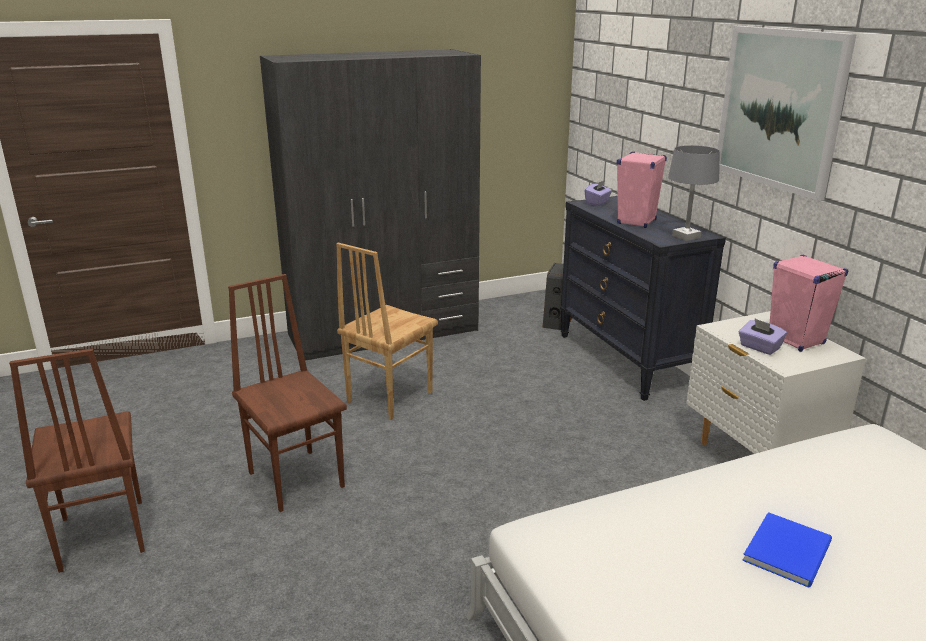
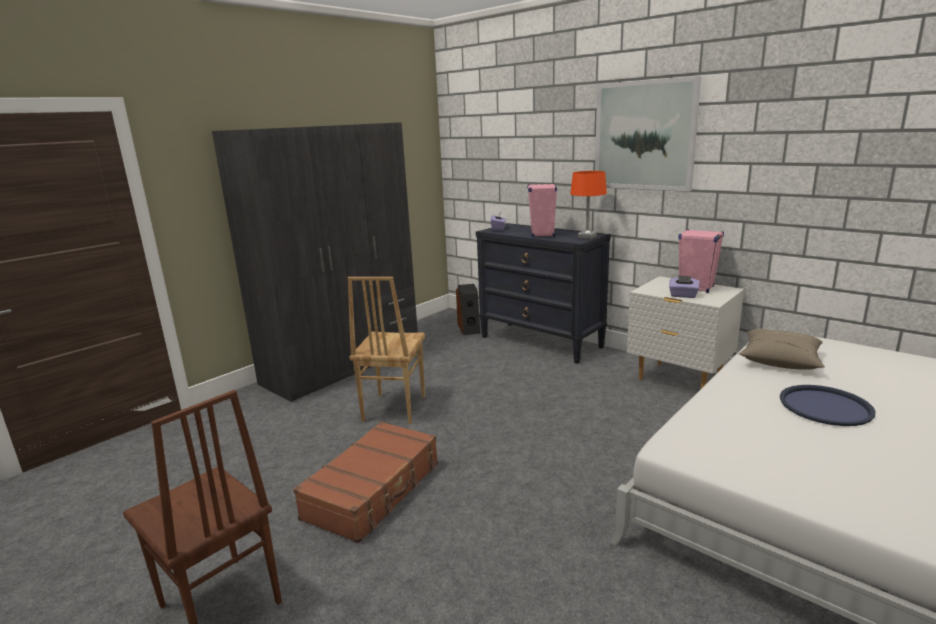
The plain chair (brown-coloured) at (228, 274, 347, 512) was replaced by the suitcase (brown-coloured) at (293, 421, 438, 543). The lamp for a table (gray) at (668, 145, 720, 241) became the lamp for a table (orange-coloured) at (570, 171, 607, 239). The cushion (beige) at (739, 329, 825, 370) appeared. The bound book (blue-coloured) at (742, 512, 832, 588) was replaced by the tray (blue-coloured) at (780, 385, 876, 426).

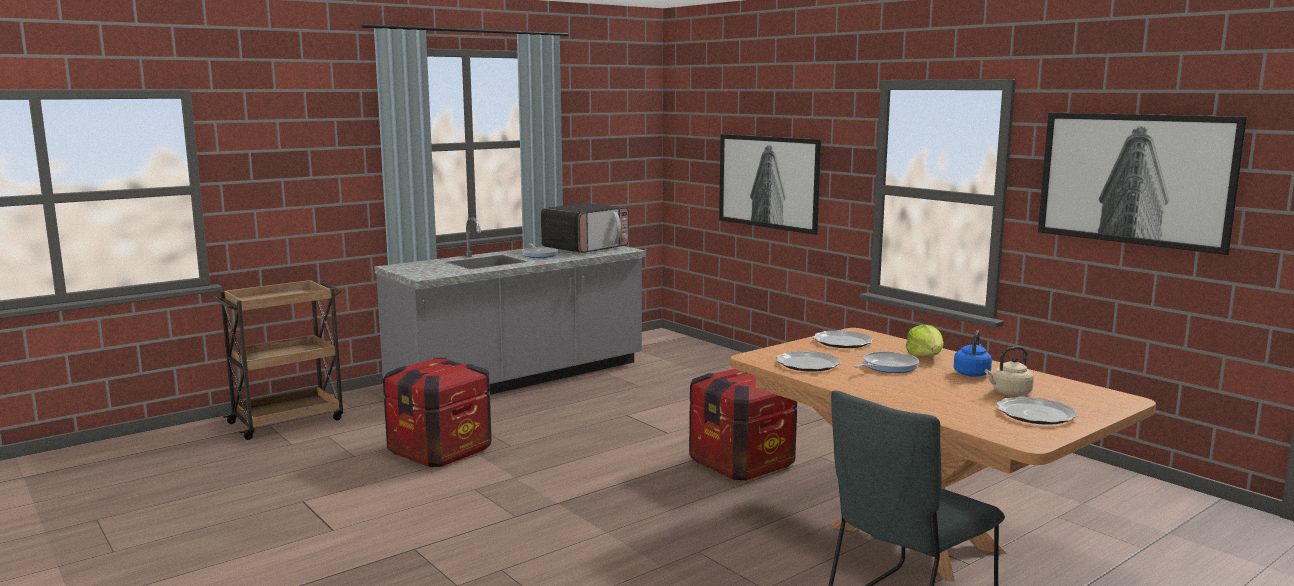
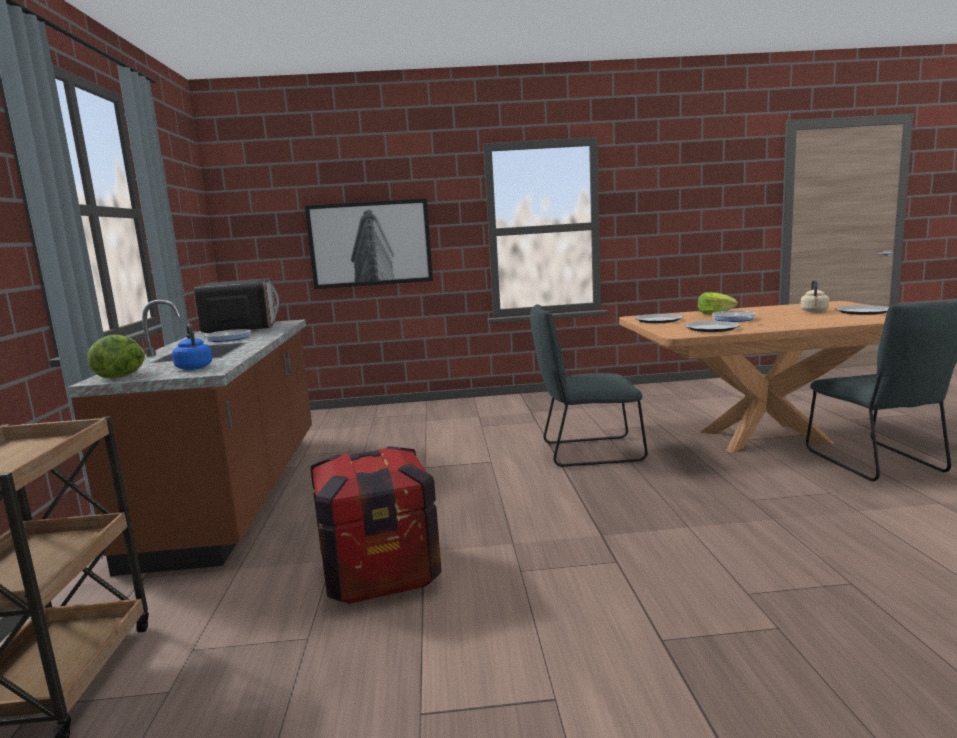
The kitchen base unit (gray) at (374, 217, 646, 395) became the kitchen base unit (brown-coloured) at (68, 300, 312, 576). The lettuce head at (87, 335, 145, 378) appeared. The water kettle (blue-coloured) moved from (954, 330, 992, 377) to (172, 324, 212, 370). The shipping crate at (689, 369, 797, 480) was replaced by the plain chair (gray) at (530, 305, 648, 467). The wall art at (1038, 113, 1247, 255) disappeared.

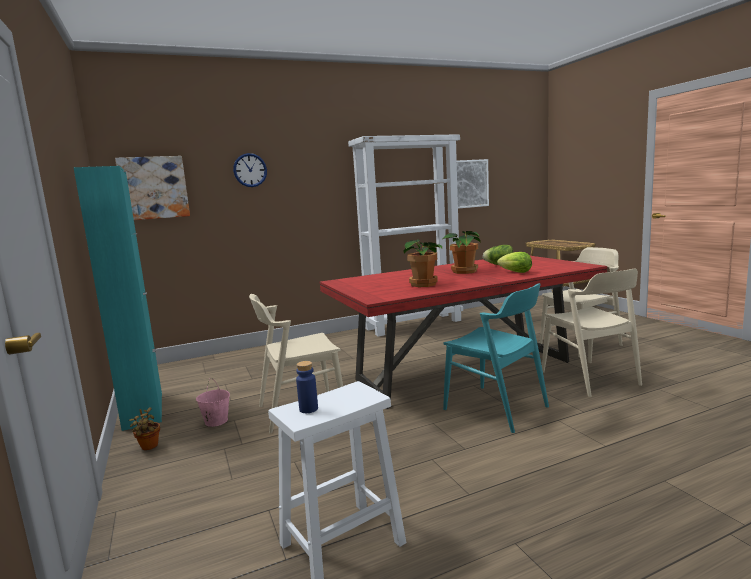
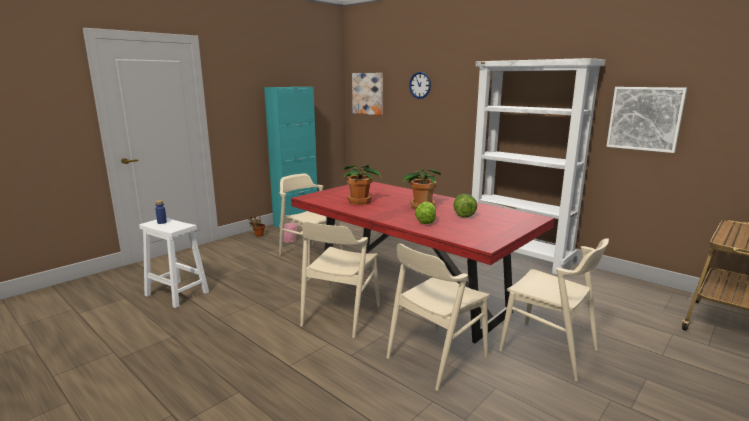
The plain chair (turquoise) at (443, 283, 549, 433) became the plain chair (beige) at (300, 222, 380, 338).

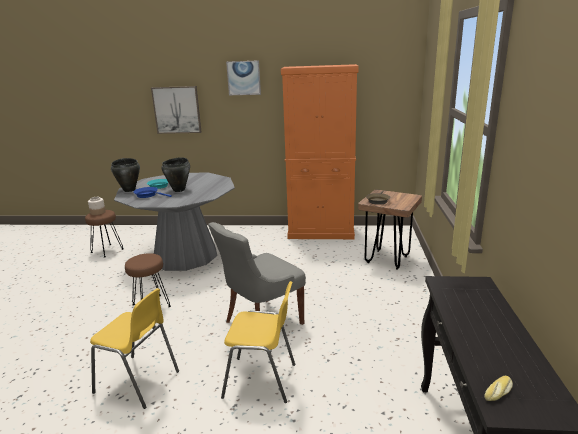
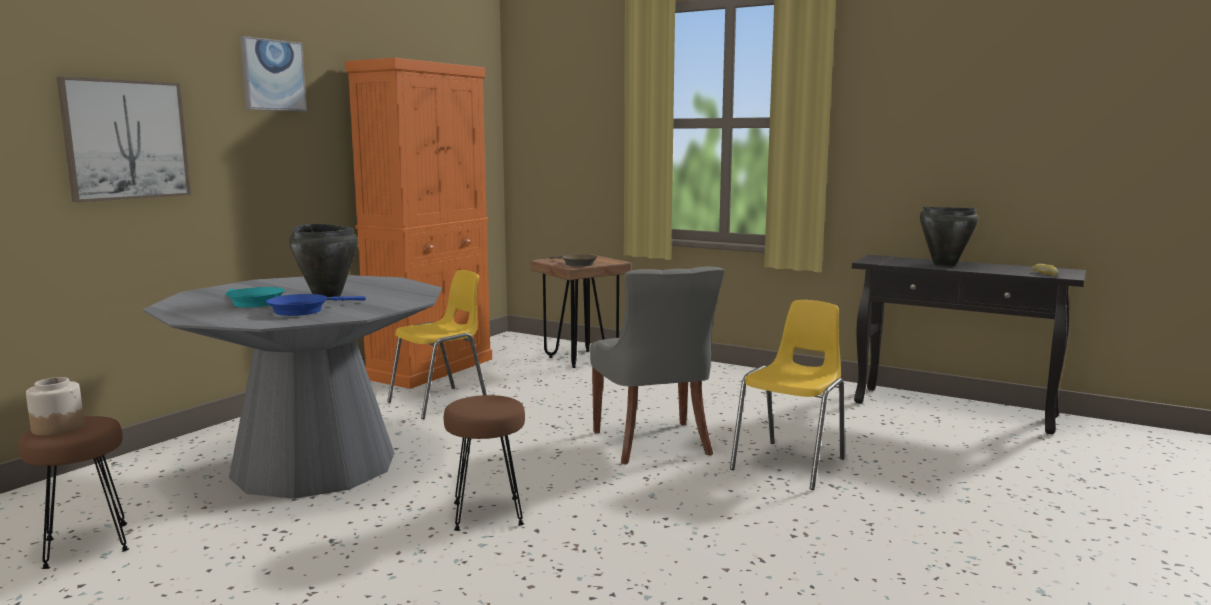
The plain chair (yellow) moved from (90, 288, 179, 409) to (387, 270, 487, 419). The cooking pot (black-coloured) moved from (111, 158, 140, 192) to (920, 206, 978, 266).

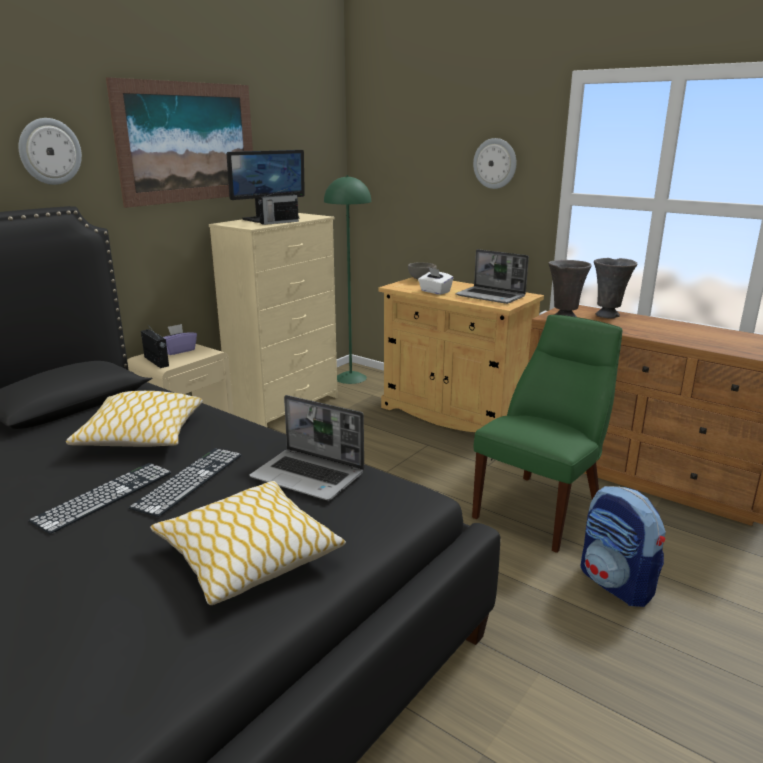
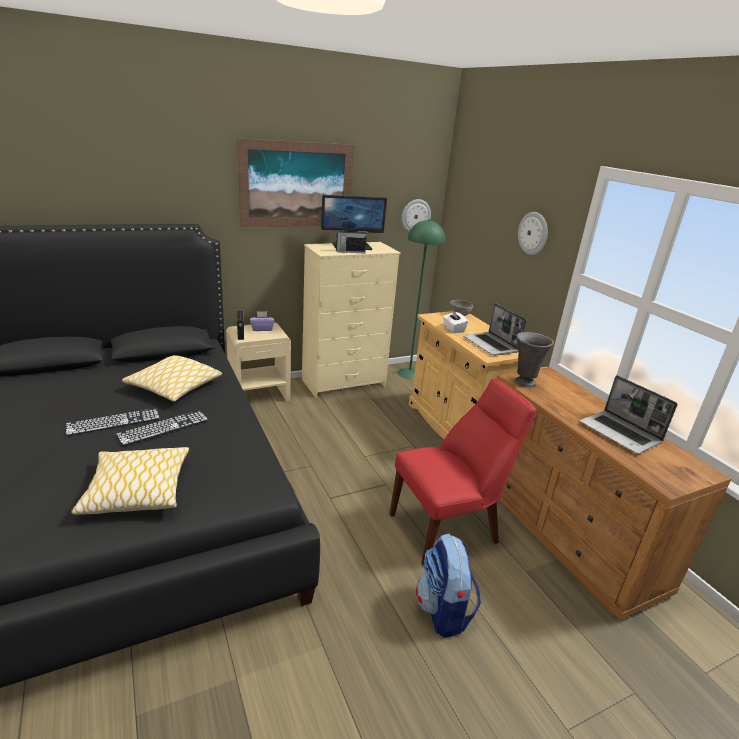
The plain chair (green) at (472, 315, 622, 553) became the plain chair (red) at (390, 379, 536, 566). The wall clock moved from (18, 118, 82, 185) to (401, 199, 431, 232). The laptop moved from (249, 395, 364, 500) to (580, 375, 677, 454). The vase (gray) at (594, 258, 637, 319) disappeared.

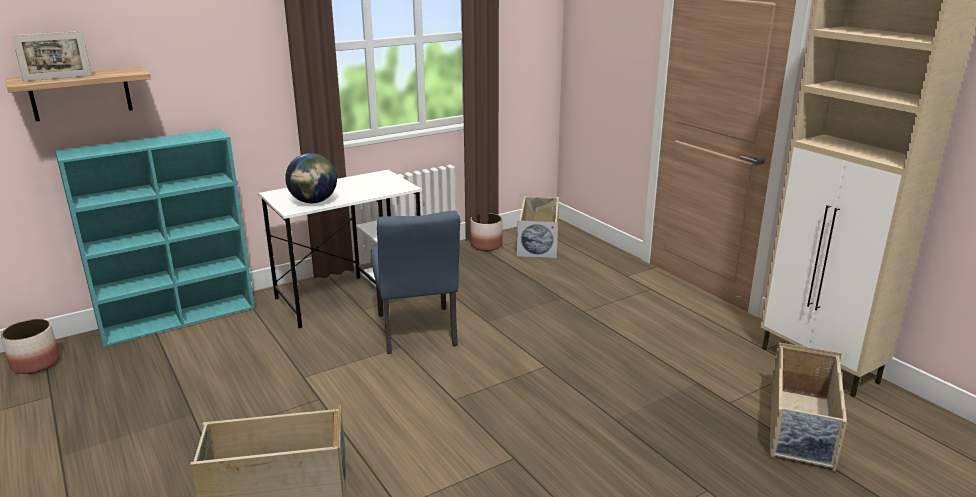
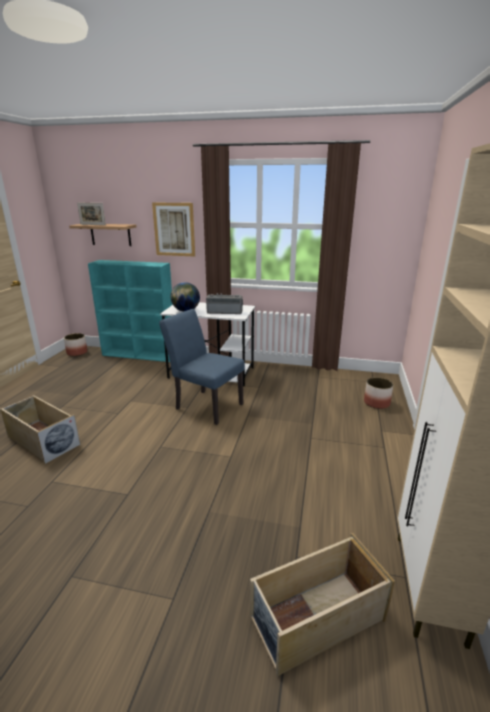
The wall art at (152, 203, 195, 257) appeared. The plain chair (blue-coloured) at (371, 211, 460, 354) turned 90 degrees clockwise. The radio at (206, 293, 243, 314) appeared. The plant pot moved from (471, 213, 503, 251) to (364, 377, 393, 409). The storage container (beige) at (517, 196, 559, 258) disappeared.

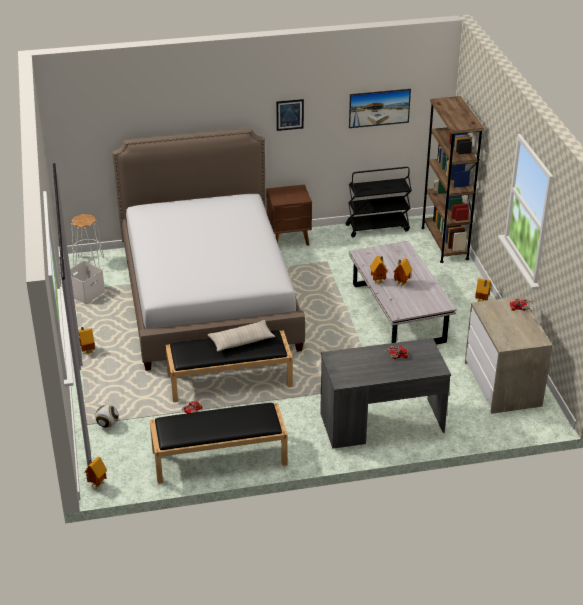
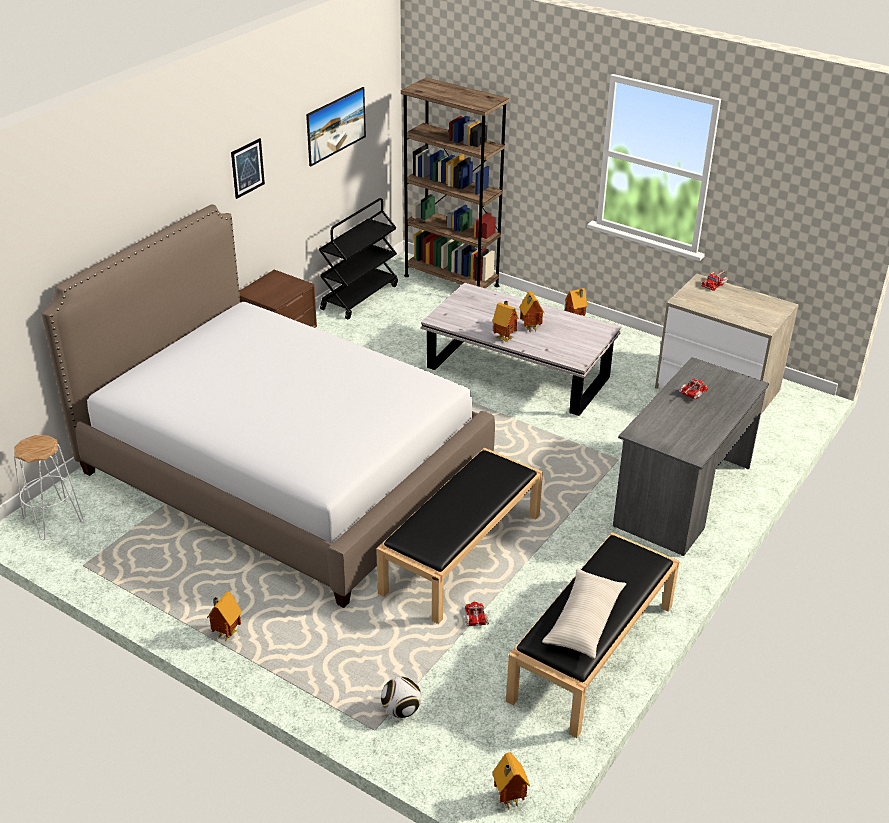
The cushion (beige) moved from (207, 320, 275, 351) to (542, 568, 626, 659). The storage container (whitish) at (70, 261, 105, 304) disappeared.

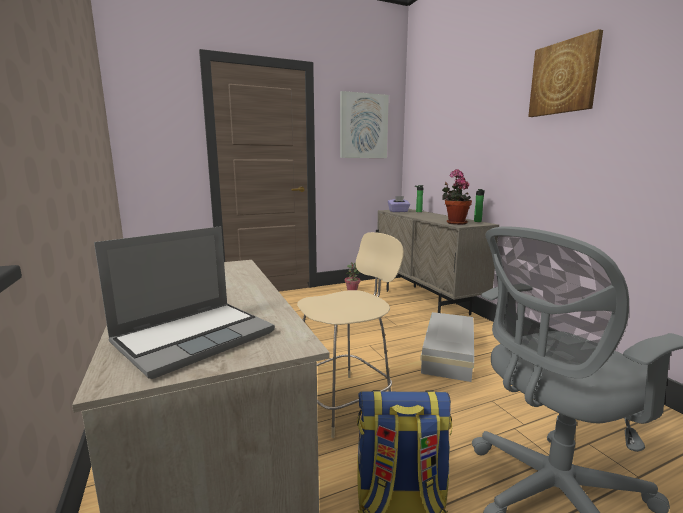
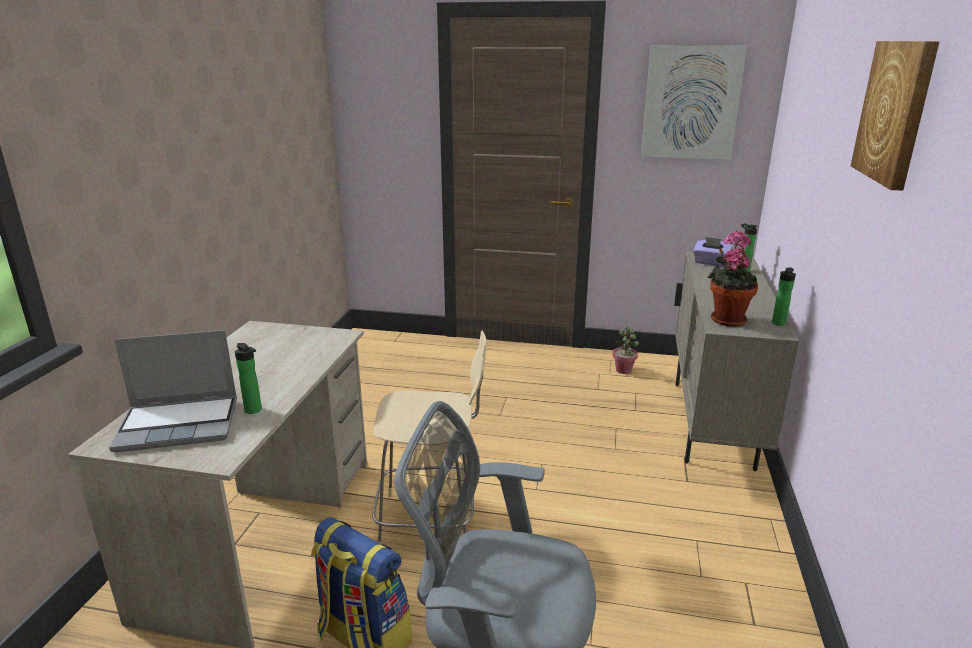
The drink bottle at (235, 343, 262, 414) appeared. The storage container (whitish) at (420, 312, 474, 382) disappeared.

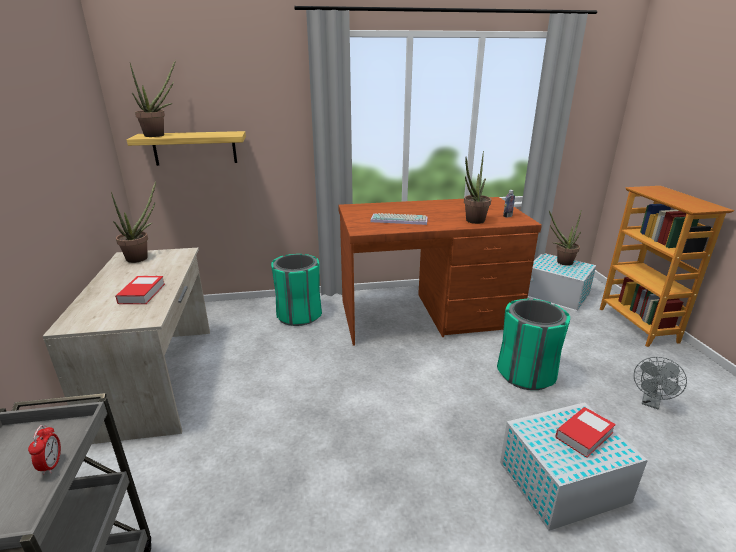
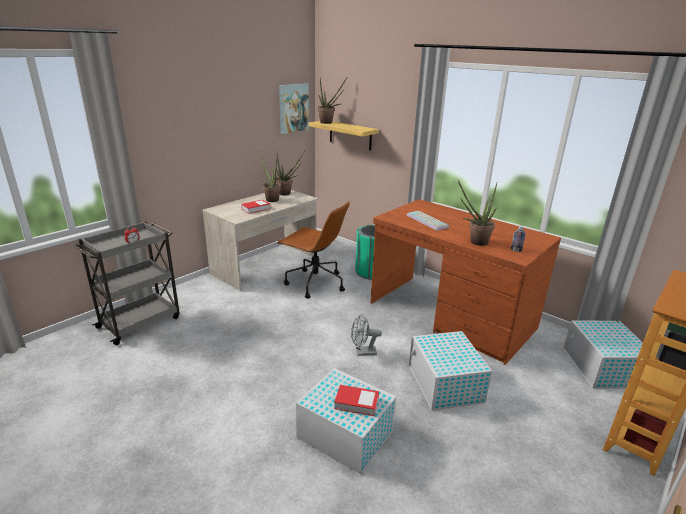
The potted plant moved from (549, 211, 581, 266) to (258, 151, 281, 202). The desk chair (brown-coloured) at (277, 201, 350, 299) appeared. The wall art at (279, 83, 309, 134) appeared. The cooling fan (gray) moved from (634, 357, 687, 410) to (351, 314, 382, 356). The trash can (green) at (497, 298, 570, 390) was replaced by the storage container (whitish) at (409, 331, 492, 410).

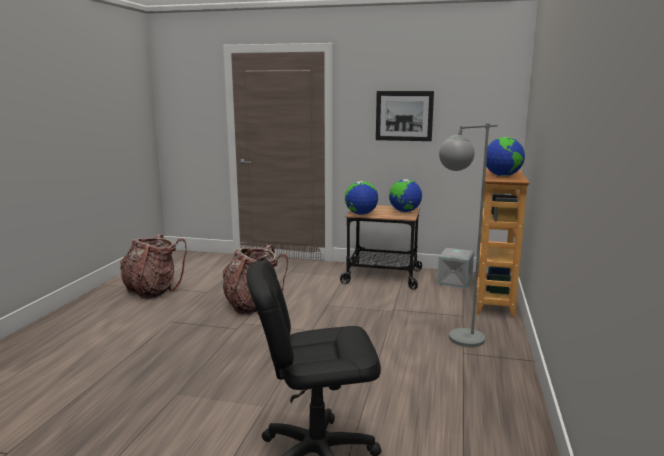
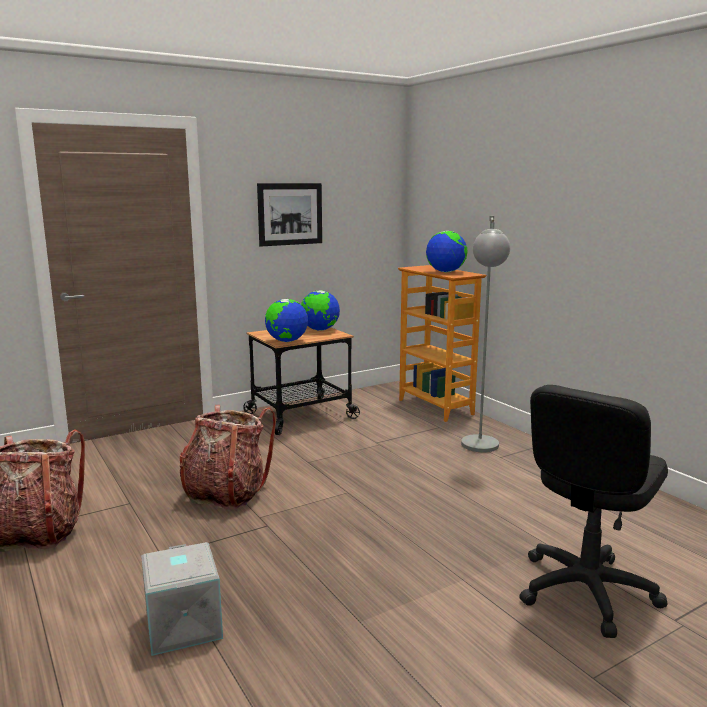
The storage container (gray) moved from (437, 248, 474, 289) to (141, 542, 223, 656).

